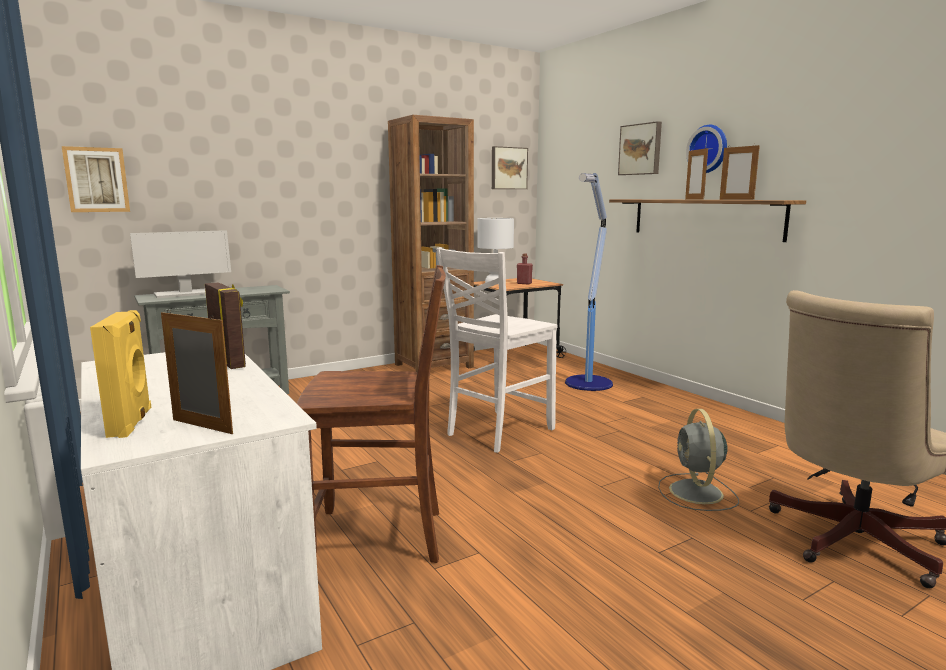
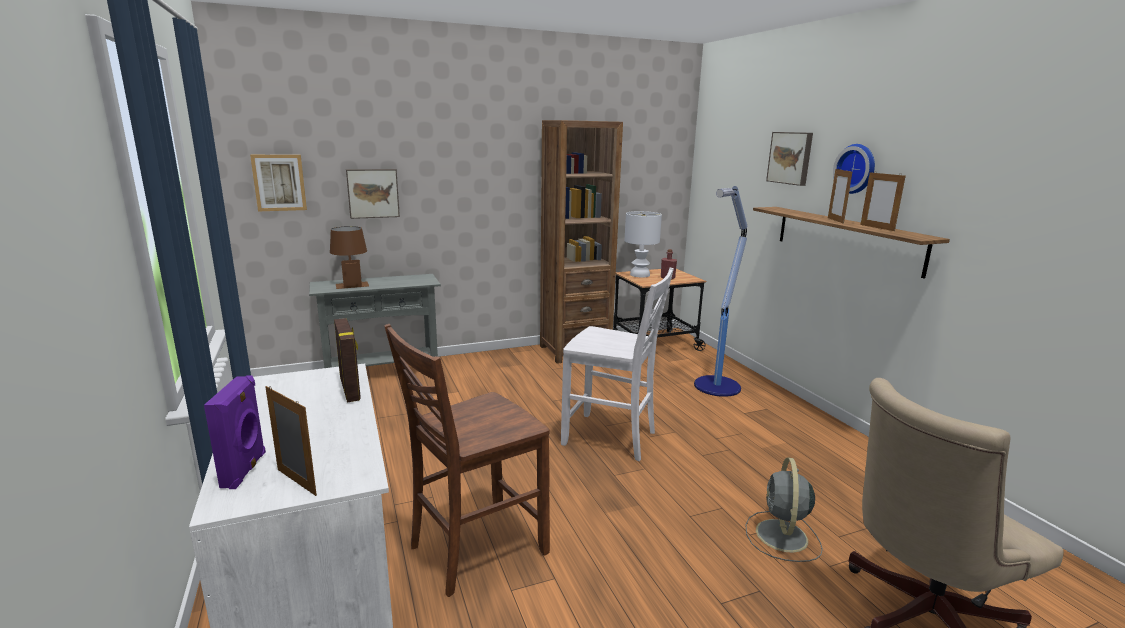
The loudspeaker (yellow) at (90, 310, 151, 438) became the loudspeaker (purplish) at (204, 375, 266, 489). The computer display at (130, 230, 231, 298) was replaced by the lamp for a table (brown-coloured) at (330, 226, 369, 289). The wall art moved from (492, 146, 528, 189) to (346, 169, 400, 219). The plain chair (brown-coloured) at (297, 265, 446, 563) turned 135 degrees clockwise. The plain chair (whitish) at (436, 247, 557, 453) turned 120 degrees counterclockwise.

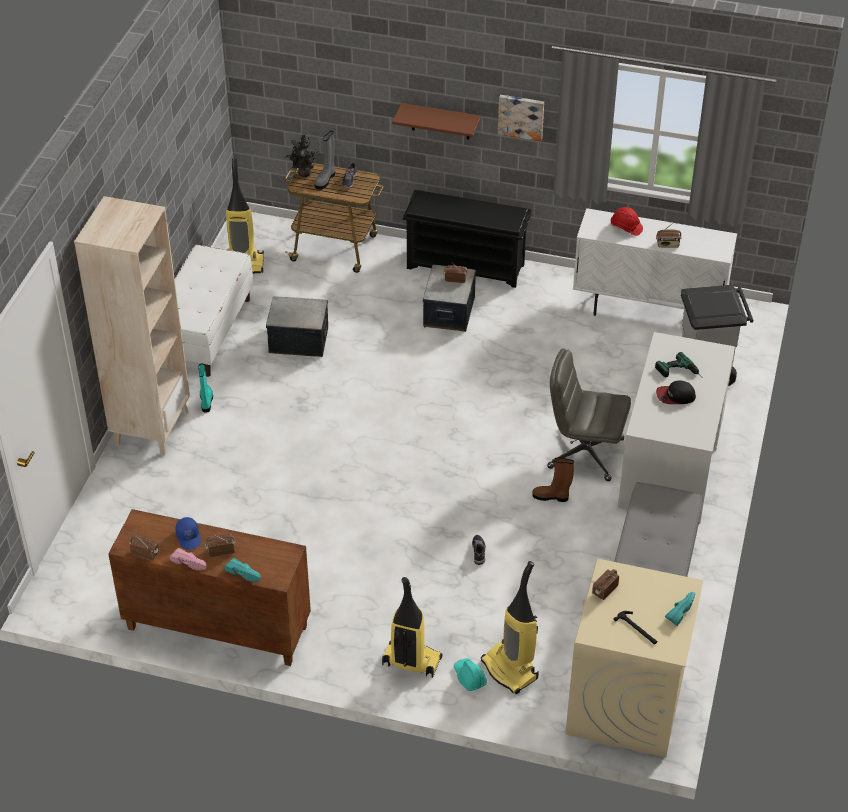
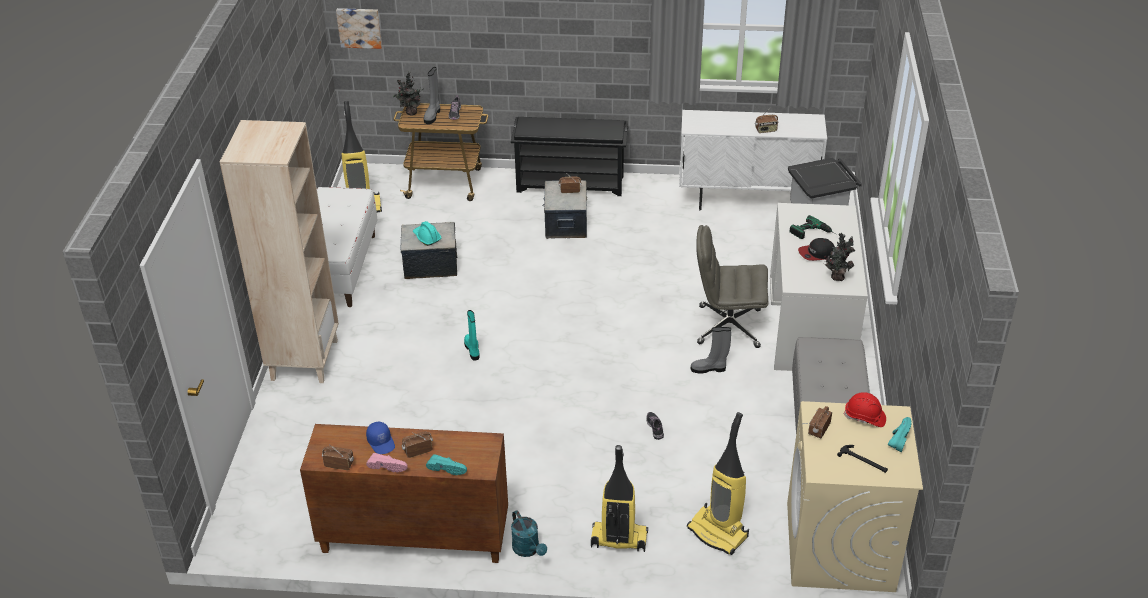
The wall art moved from (498, 95, 544, 141) to (336, 8, 382, 49). The hard hat (turquoise) moved from (453, 658, 487, 691) to (413, 221, 441, 246). The high-top boot (turquoise) moved from (198, 363, 213, 413) to (464, 310, 479, 360). The watering can (turquoise) at (511, 510, 547, 557) appeared. The high-top boot (brown-coloured) at (532, 457, 574, 502) became the high-top boot (gray) at (691, 327, 731, 373). The potted plant at (824, 233, 855, 281) appeared. The hard hat (red) moved from (610, 207, 643, 236) to (844, 392, 886, 427). The shelf (brown-coloured) at (392, 103, 481, 139) disappeared.

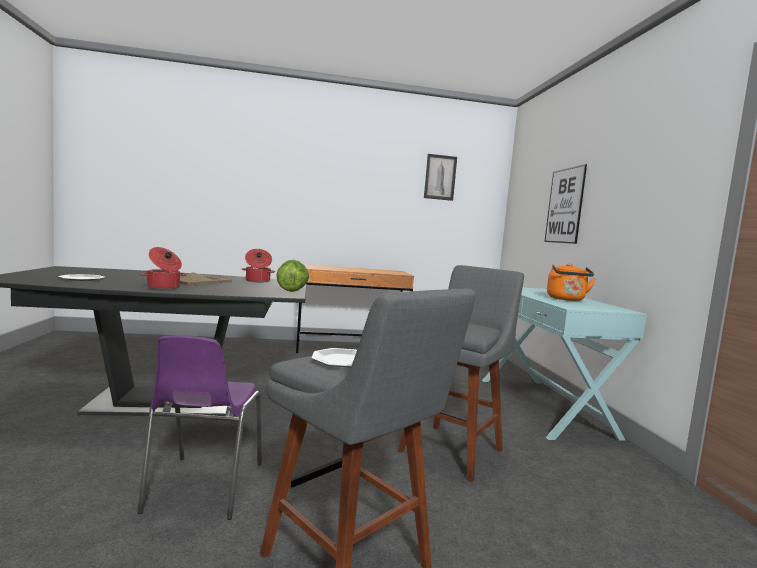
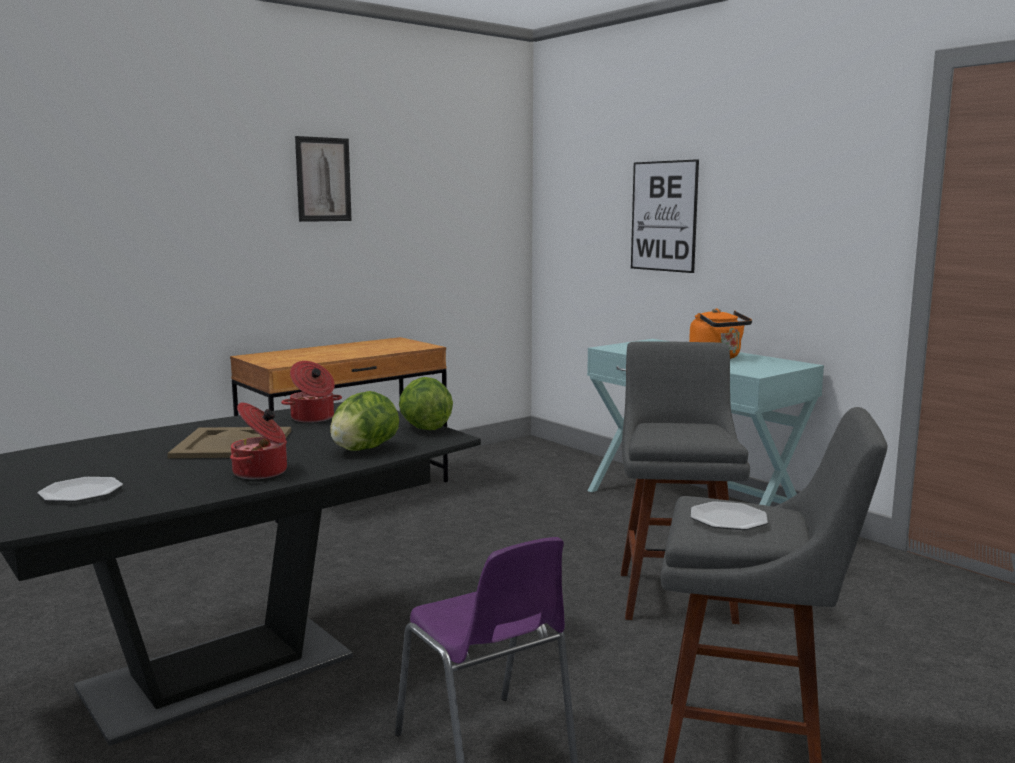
The wall art moved from (424, 154, 457, 201) to (295, 136, 352, 222). The lettuce head at (330, 391, 399, 451) appeared.

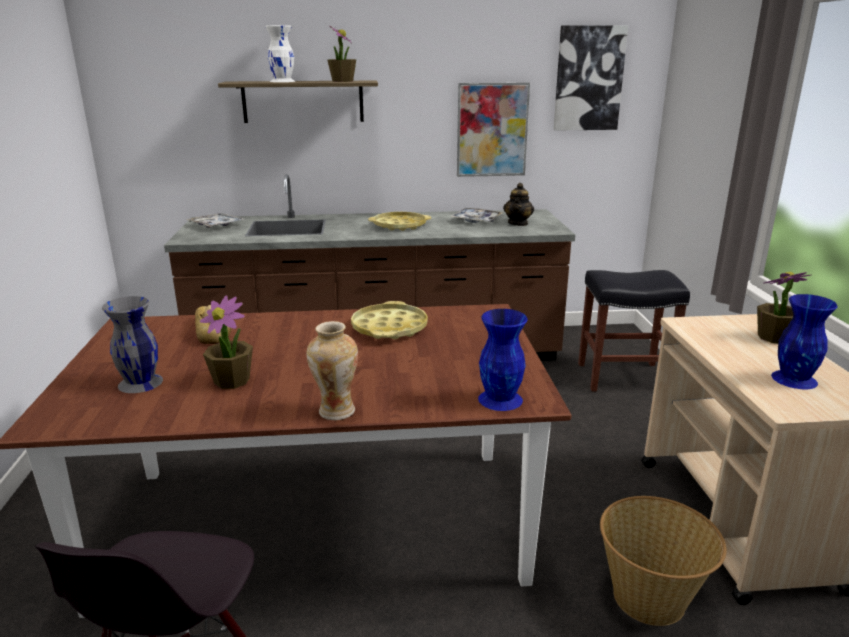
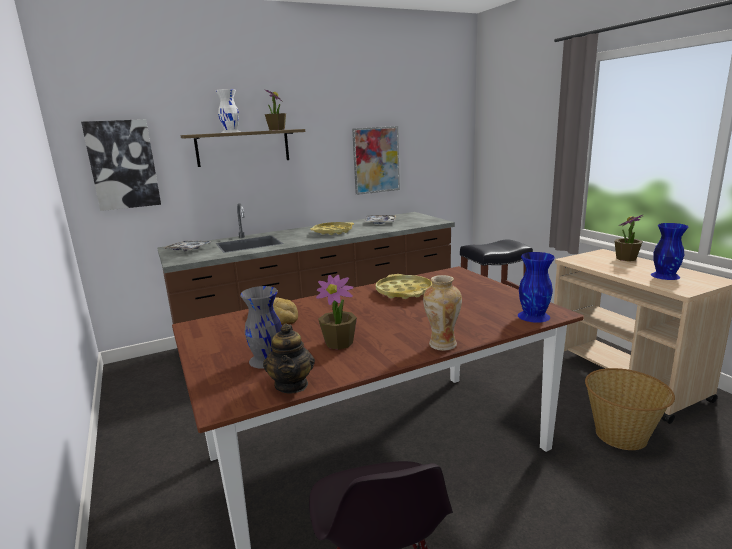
The wall art moved from (554, 25, 628, 131) to (81, 119, 161, 211). The tea pot moved from (503, 183, 534, 226) to (263, 323, 315, 393).

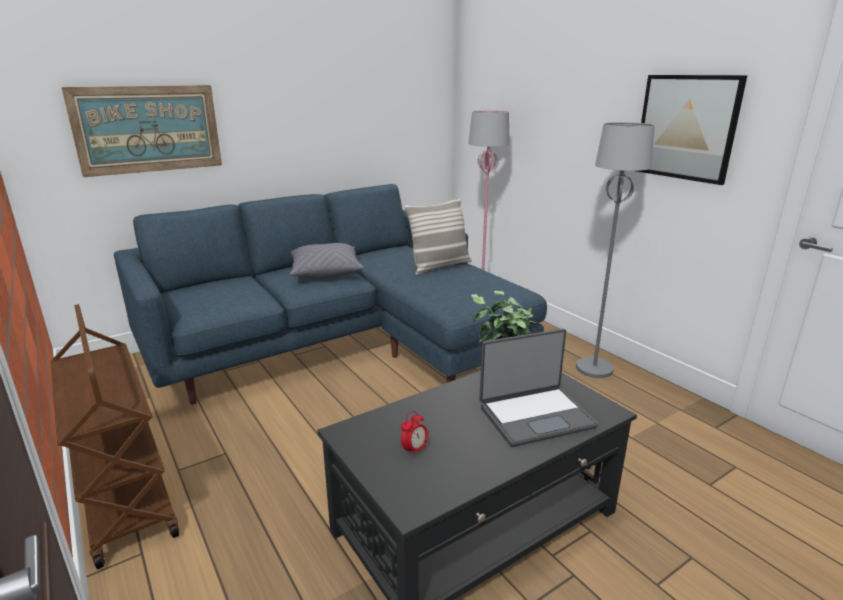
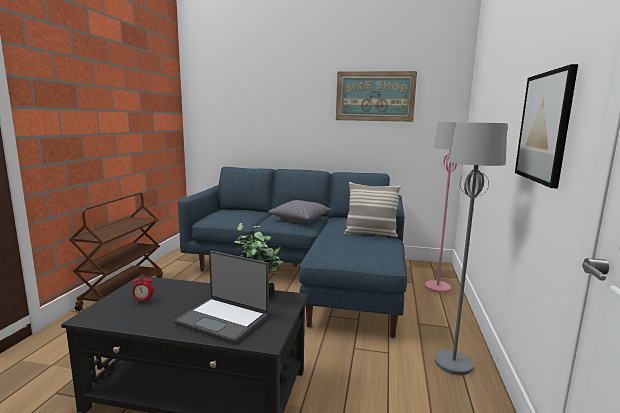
The wall art moved from (61, 85, 222, 177) to (336, 71, 417, 122).

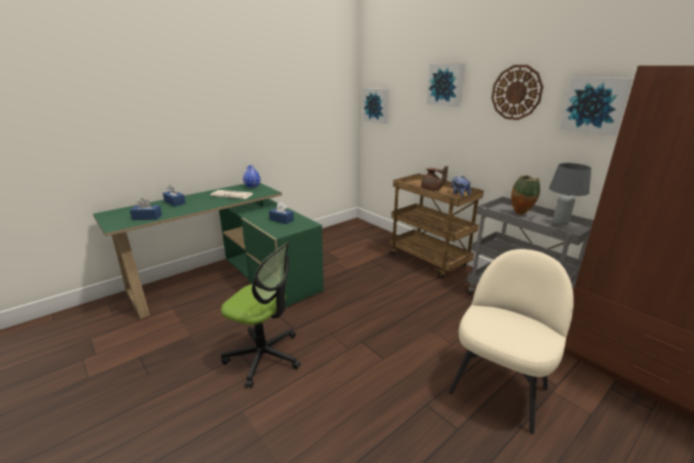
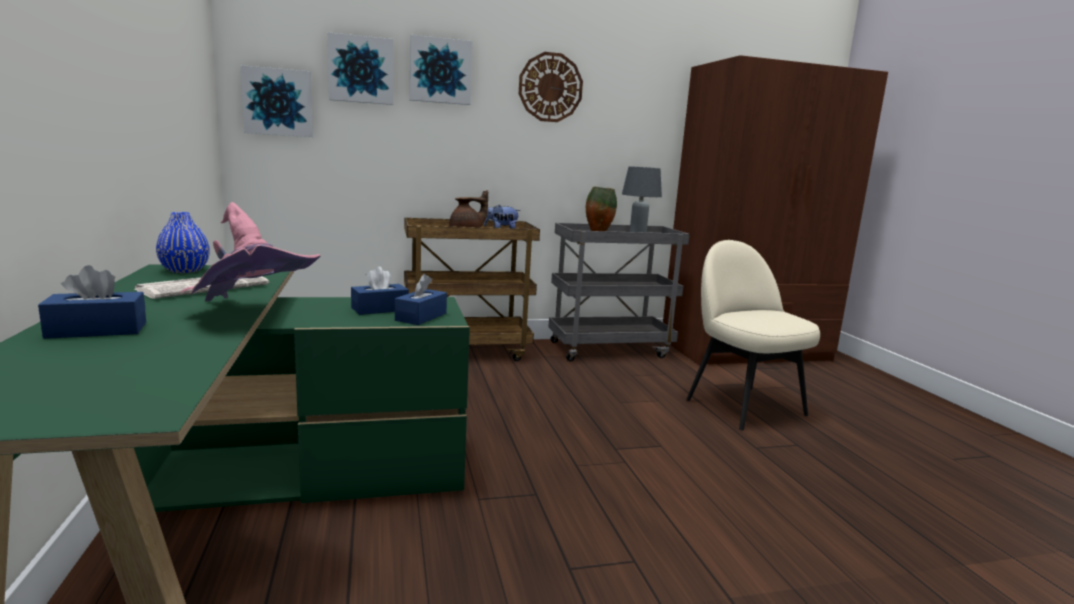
The wearable hat (pink-coloured) at (180, 202, 321, 302) appeared. The wall art moved from (560, 77, 633, 135) to (328, 32, 393, 105). The box of tissues (blue-coloured) moved from (130, 198, 162, 220) to (395, 274, 447, 325). The desk chair at (221, 242, 300, 388) disappeared.

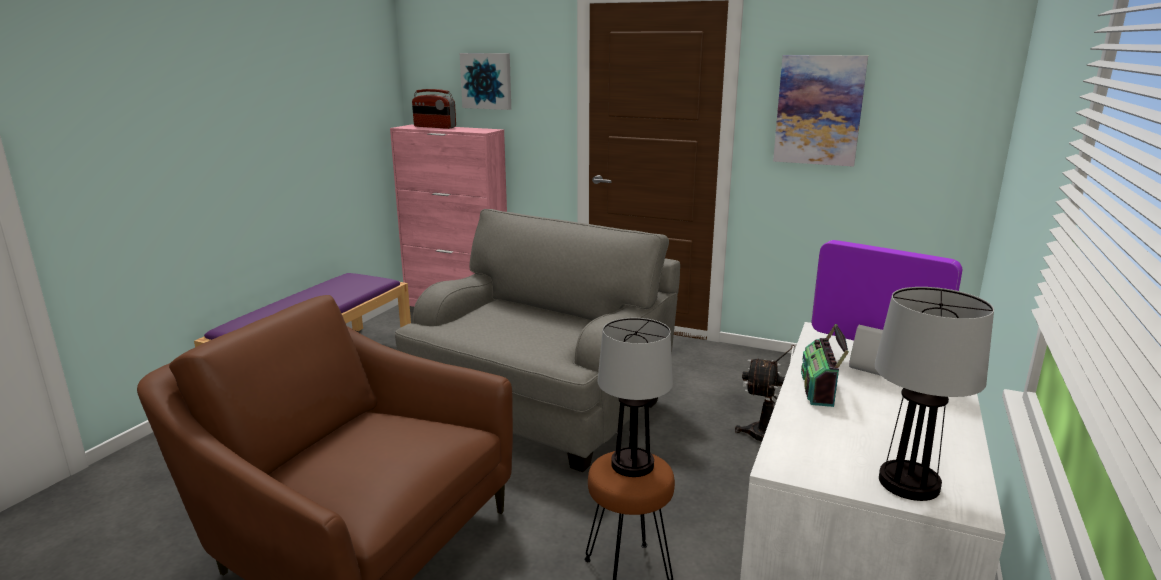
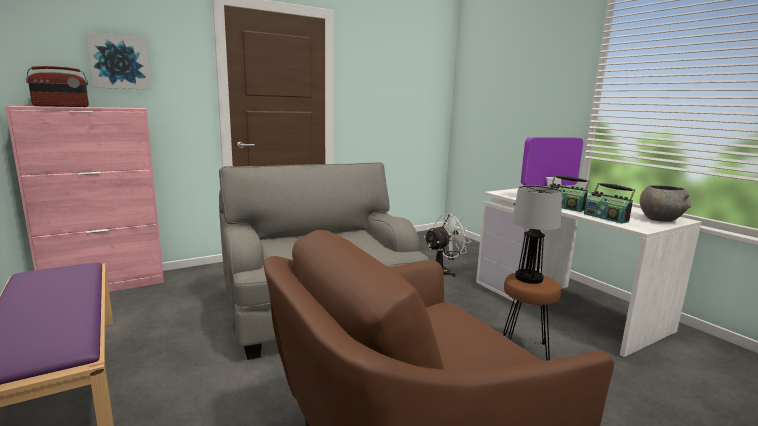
The radio at (584, 183, 635, 224) appeared. The lamp for a table at (875, 287, 994, 501) was replaced by the deep dish (gray) at (640, 185, 691, 222). The wall art at (773, 55, 868, 167) disappeared.

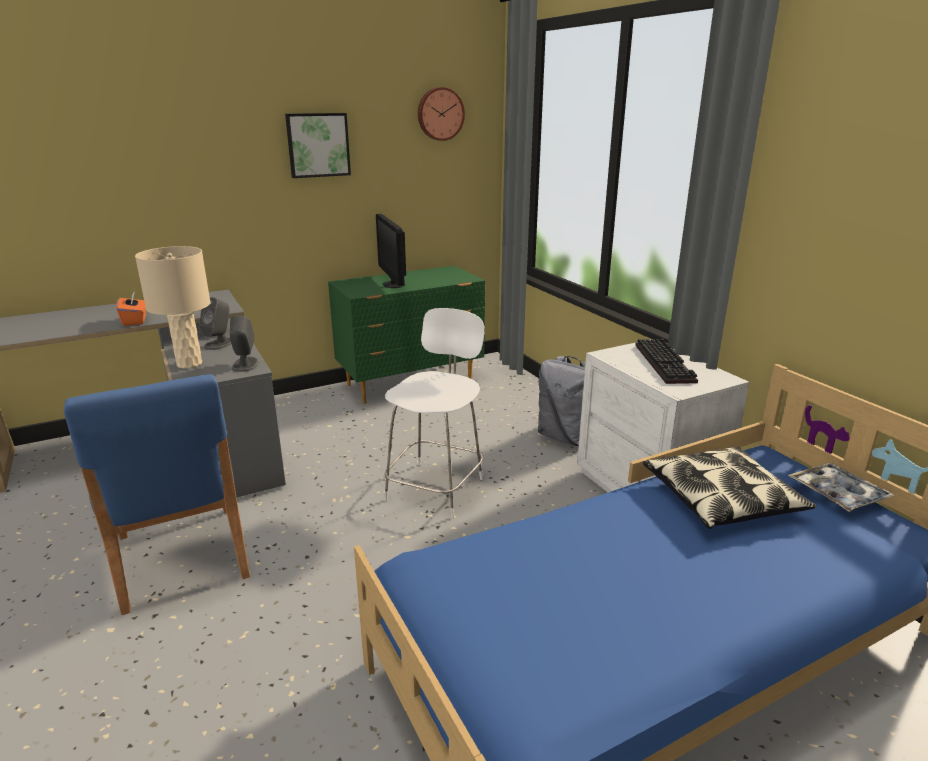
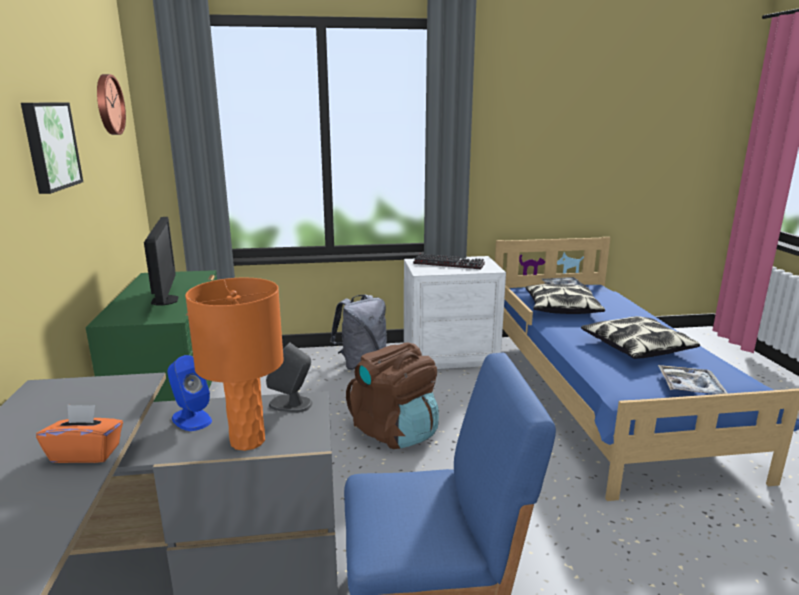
The computer display at (376, 214, 406, 288) turned 105 degrees counterclockwise. The loudspeaker (gray) at (199, 297, 231, 350) became the loudspeaker (blue-coloured) at (168, 355, 212, 431). The lamp for a table (beige) at (135, 246, 211, 368) became the lamp for a table (orange-coloured) at (185, 278, 284, 451). The plain chair (whitish) at (384, 308, 485, 518) was replaced by the rucksack (brown-coloured) at (346, 343, 439, 449). The cushion at (581, 316, 700, 359) appeared. The tray at (658, 365, 728, 394) appeared.

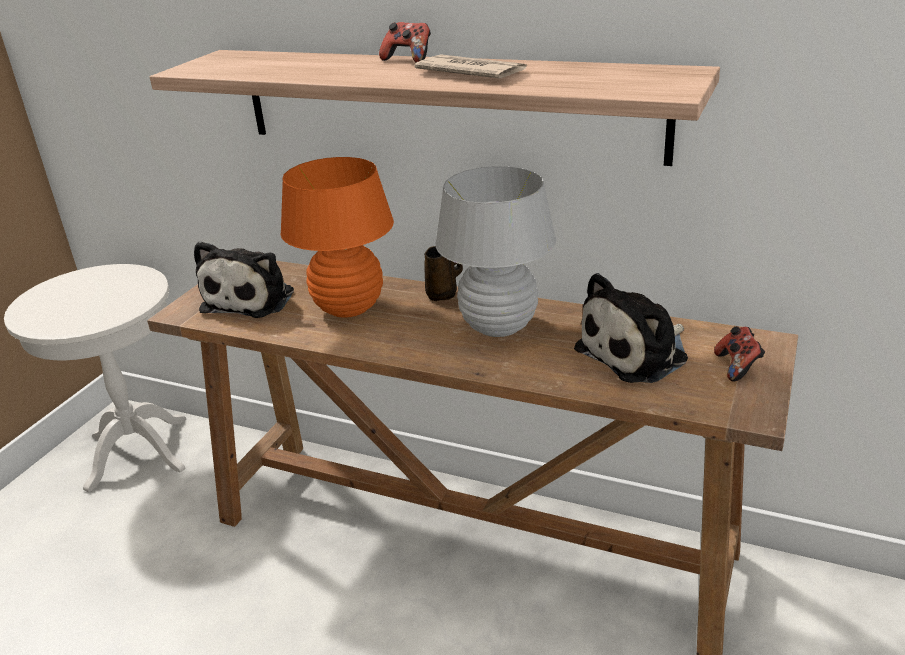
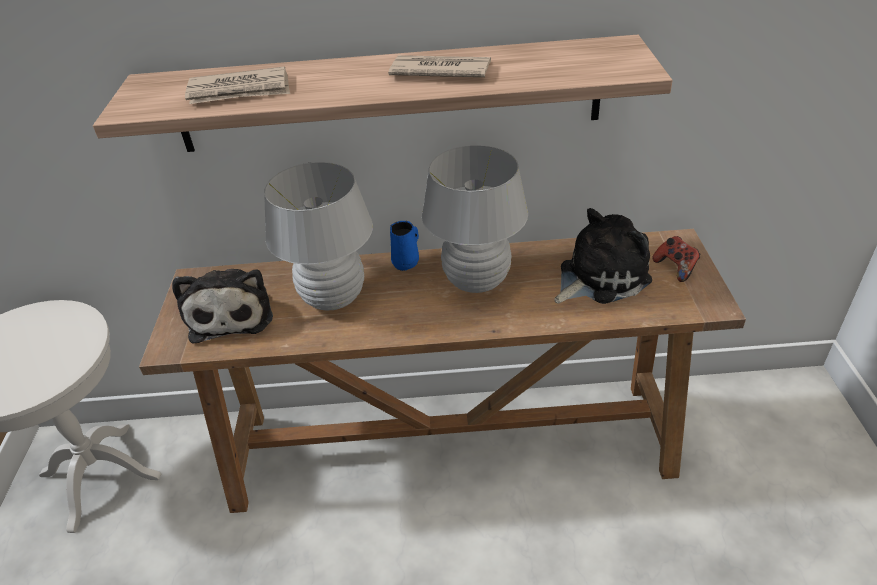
The newspaper at (185, 66, 290, 104) appeared. The lamp for a table (orange-coloured) at (280, 157, 394, 318) became the lamp for a table (whitish) at (264, 162, 373, 310). The mug (brown-coloured) at (424, 246, 463, 301) became the mug (blue-coloured) at (390, 221, 419, 271). The soft toy at (574, 273, 688, 383) turned 150 degrees counterclockwise. The gamepad at (379, 22, 431, 63) disappeared.

